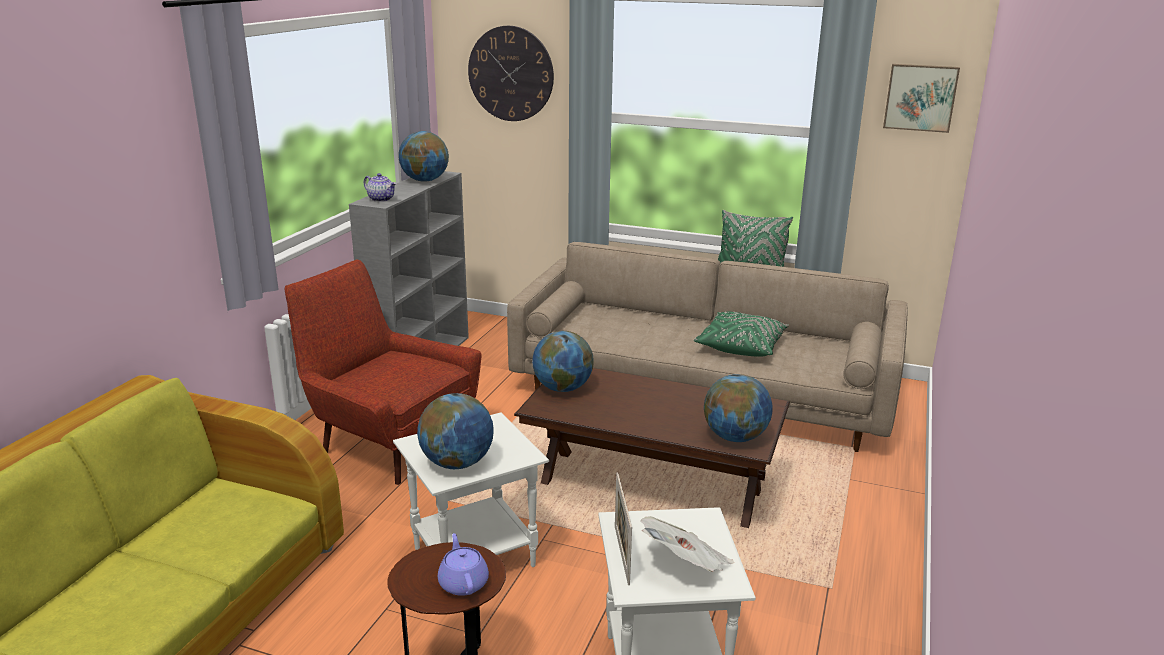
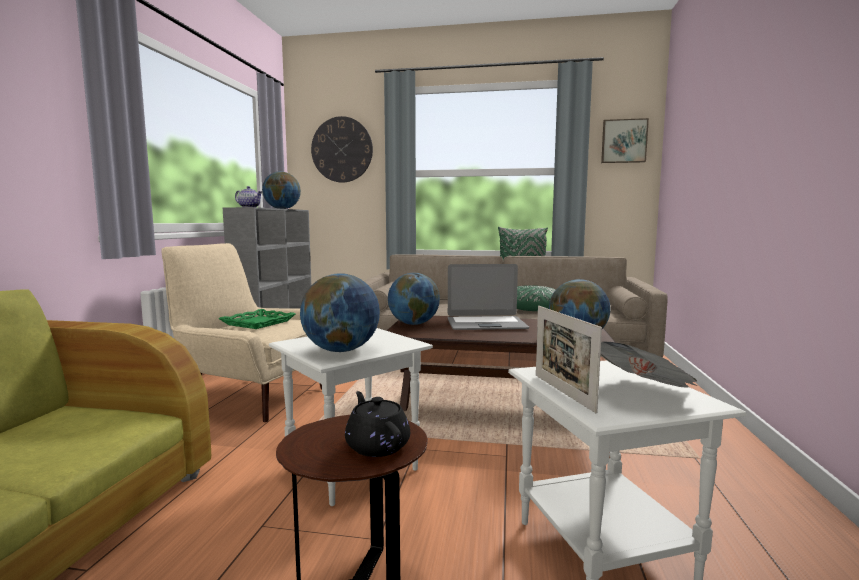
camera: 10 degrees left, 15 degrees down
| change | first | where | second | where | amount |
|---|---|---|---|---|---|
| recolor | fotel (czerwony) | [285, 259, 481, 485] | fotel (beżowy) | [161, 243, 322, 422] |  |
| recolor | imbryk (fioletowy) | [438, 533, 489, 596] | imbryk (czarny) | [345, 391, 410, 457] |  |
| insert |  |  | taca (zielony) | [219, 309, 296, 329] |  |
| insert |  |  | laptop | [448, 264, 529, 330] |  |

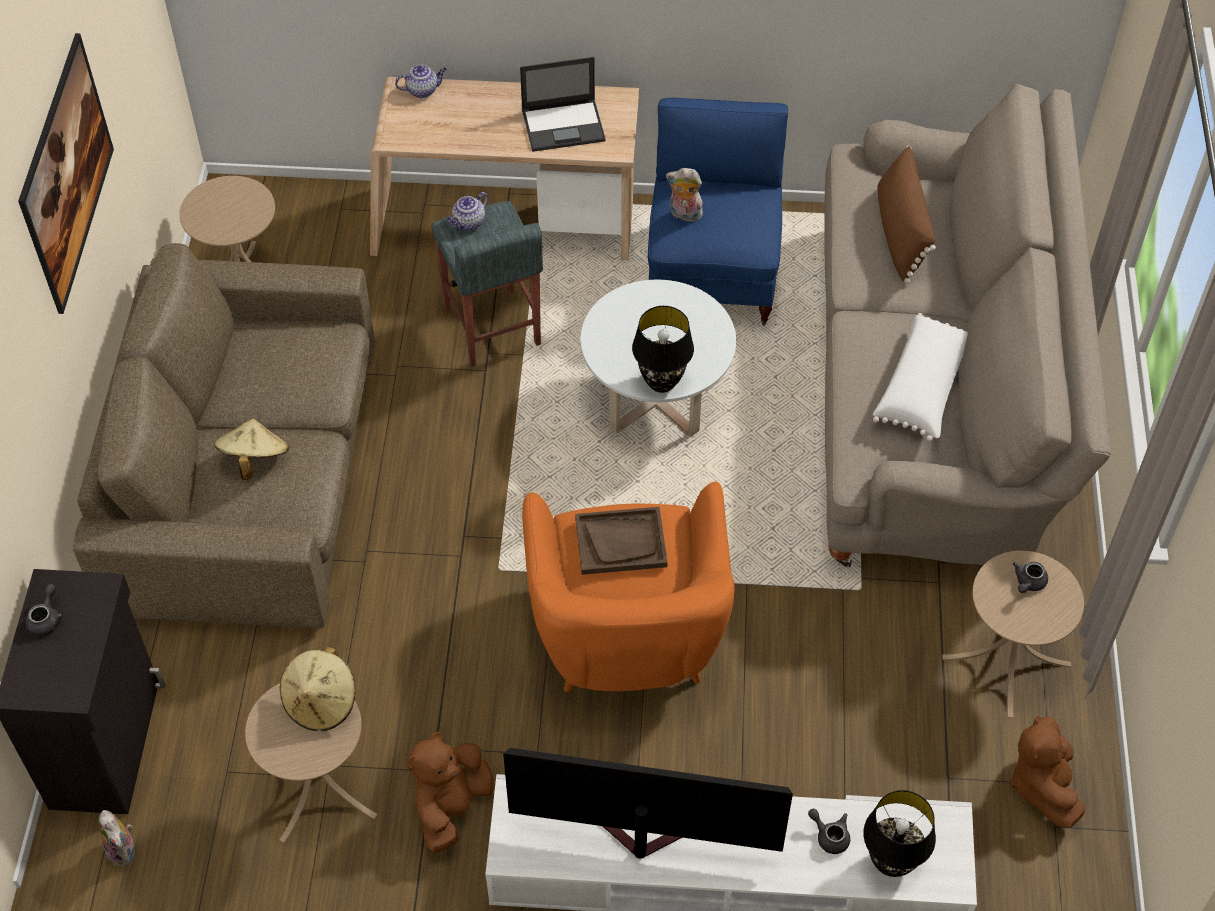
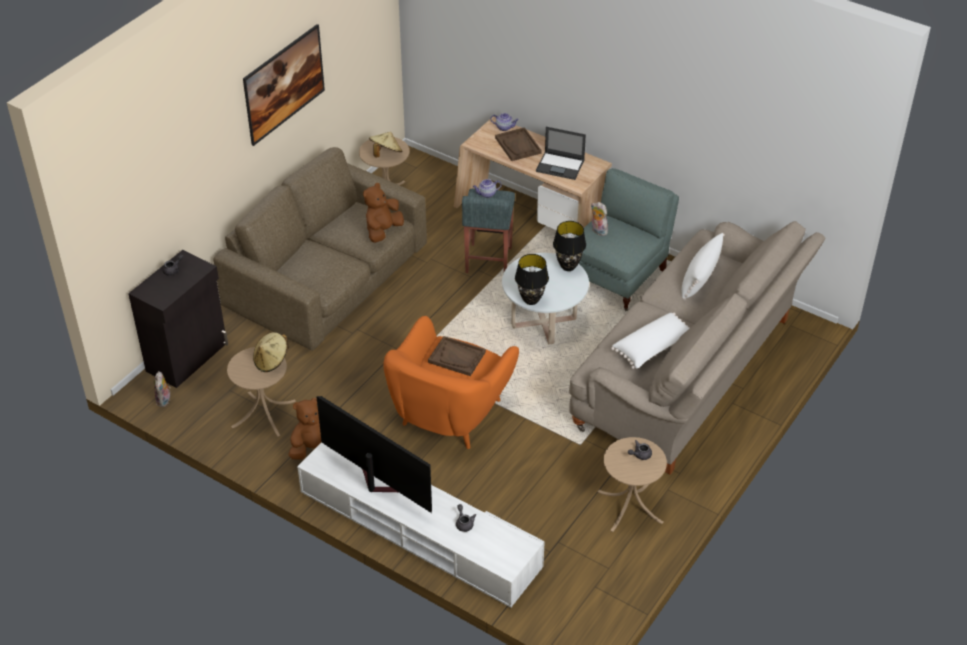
camera: 30 degrees right, 10 degrees down
| change | first | where | second | where | amount |
|---|---|---|---|---|---|
| move | kapelusz (beżowy) | [214, 418, 289, 480] |  | [369, 132, 402, 157] |  |
| recolor | fotel (niebieski) | [648, 98, 788, 326] | fotel (szary) | [574, 168, 679, 311] |  |
| move | lampa stołowa (czarny) | [863, 790, 936, 877] |  | [553, 221, 586, 271] |  |
| recolor | poduszka (brązowy) | [877, 145, 936, 284] | poduszka (biały) | [682, 233, 725, 301] |  |
| move | pluszak (brązowy) | [1010, 715, 1085, 828] |  | [363, 183, 404, 243] |  |
| insert |  |  | taca (brązowy) | [495, 127, 542, 161] |  |

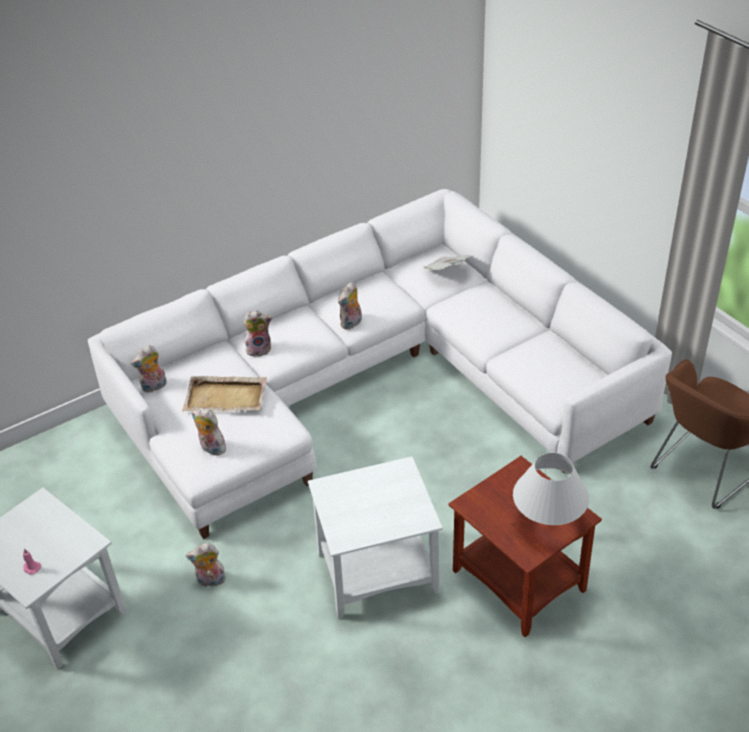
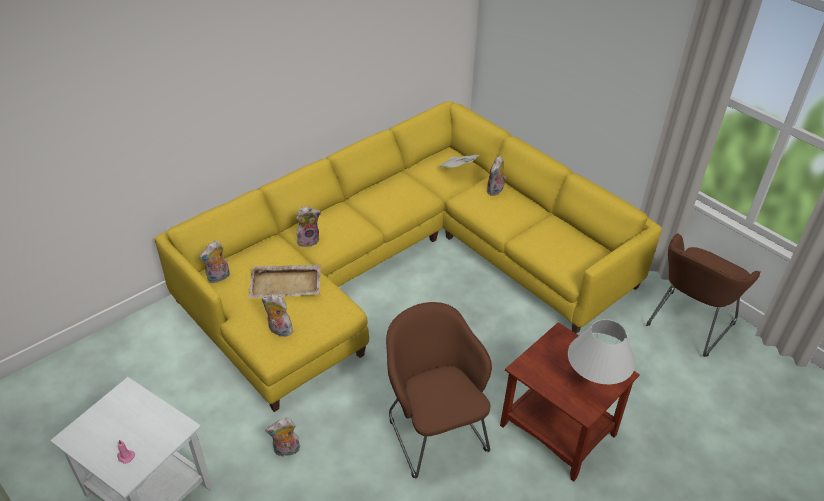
camera: 10 degrees left, 0 degrees up
| change | first | where | second | where | amount |
|---|---|---|---|---|---|
| recolor | kanapa (biały) | [88, 189, 672, 539] | kanapa (żółty) | [155, 101, 662, 412] |  |
| replace | stolik (biały) | [308, 456, 443, 619] | fotel (brązowy) | [386, 302, 492, 479] |  |
| move | pluszak | [338, 282, 362, 330] |  | [486, 156, 506, 196] |  |

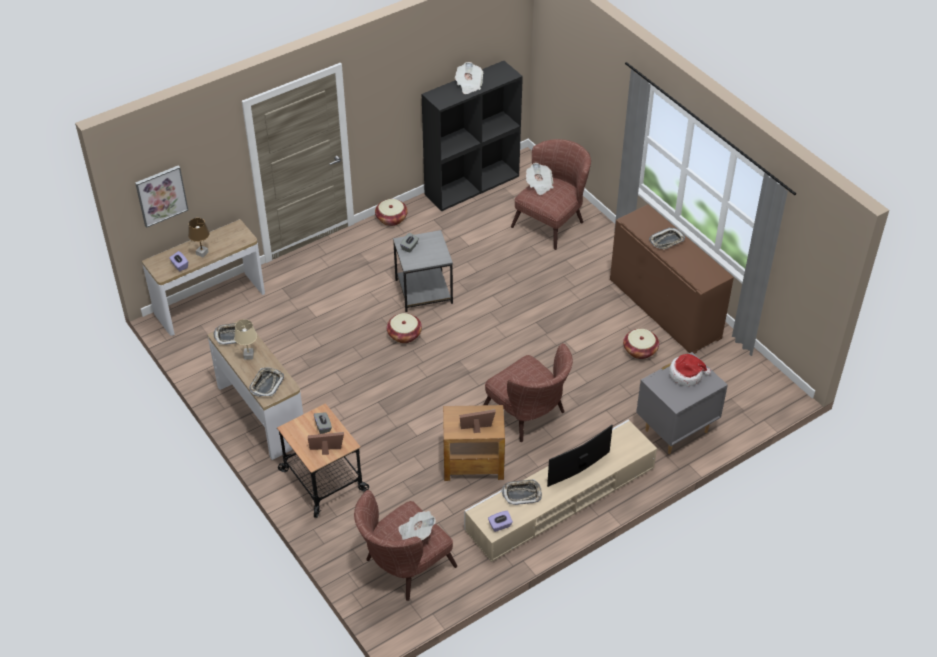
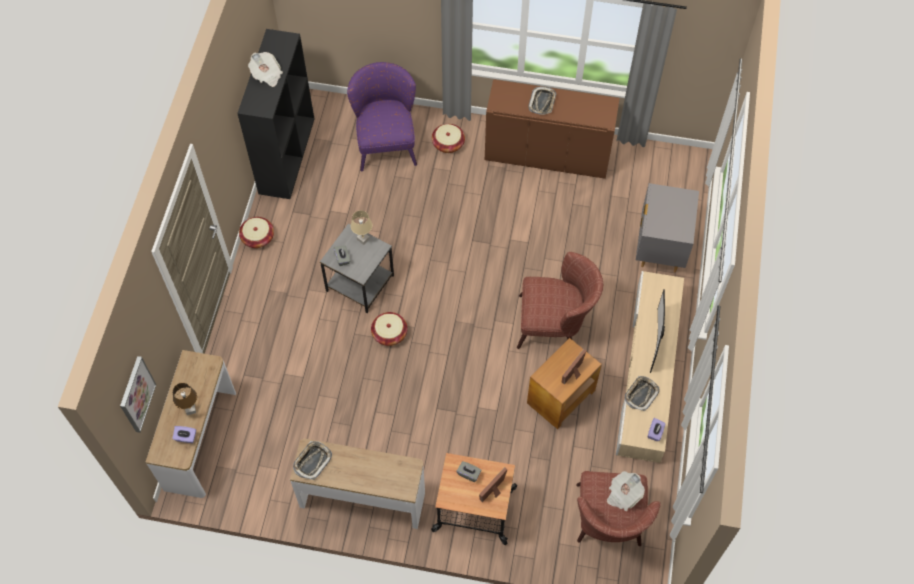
camera: 45 degrees left, 15 degrees up
| change | first | where | second | where | amount |
|---|---|---|---|---|---|
| move | lampa stołowa (beżowy) | [234, 319, 257, 360] |  | [351, 210, 372, 245] |  |
| delete | taca | [249, 367, 284, 397] |  |  |  |
| recolor | fotel (brązowy) | [511, 139, 591, 250] | fotel (fioletowy) | [347, 62, 417, 171] |  |
| delete | gazeta | [526, 163, 553, 195] |  |  |  |
| move | koszyk | [623, 329, 659, 359] |  | [432, 124, 465, 153] |  |
| delete | kapelusz | [669, 354, 711, 386] |  |  |  |

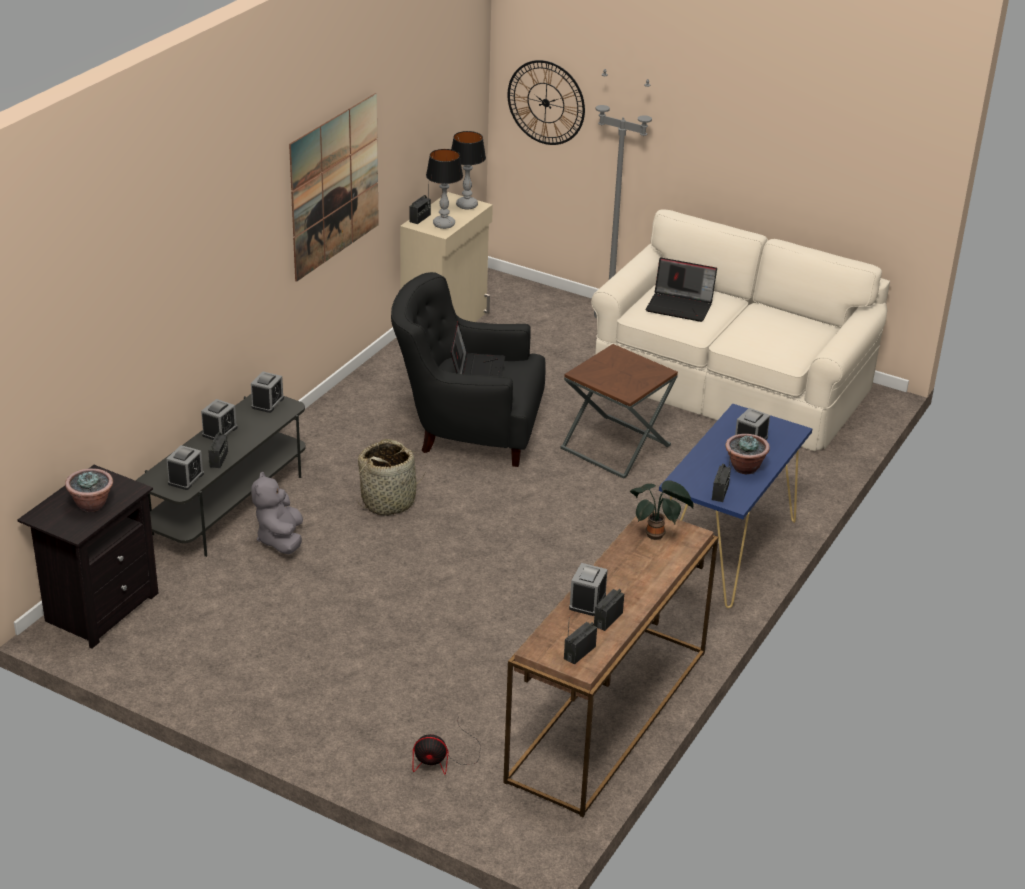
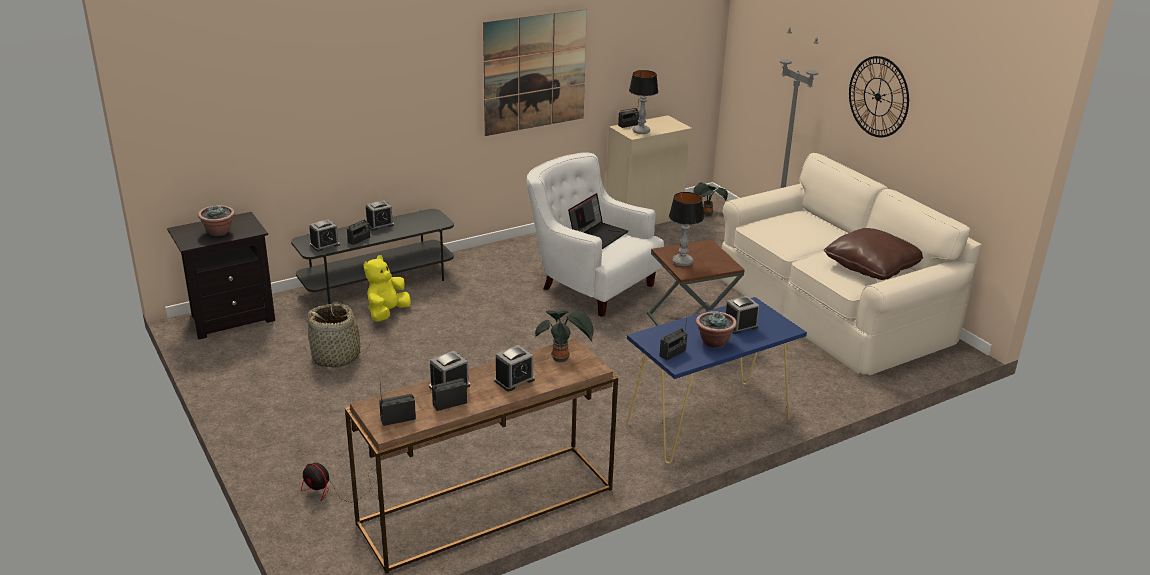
camera: 30 degrees right, 5 degrees down
| change | first | where | second | where | amount |
|---|---|---|---|---|---|
| move | budzik | [251, 371, 284, 413] |  | [494, 345, 535, 391] |  |
| recolor | pluszak (szary) | [251, 472, 303, 554] | pluszak (żółty) | [364, 255, 411, 322] |  |
| move | koszyk | [357, 439, 426, 516] |  | [305, 302, 371, 367] |  |
| recolor | fotel (czarny) | [391, 272, 546, 467] | fotel (biały) | [526, 152, 664, 317] |  |
| move | lampa stołowa | [451, 131, 486, 209] |  | [669, 192, 704, 266] |  |
| move | zegar ścienny | [508, 60, 585, 145] |  | [849, 56, 909, 137] |  |
| delete | laptop | [646, 257, 717, 322] |  |  |  |
| insert |  |  | roślina doniczkowa | [693, 182, 728, 216] |  |
| insert |  |  | poduszka (brązowy) | [824, 228, 923, 280] |  |

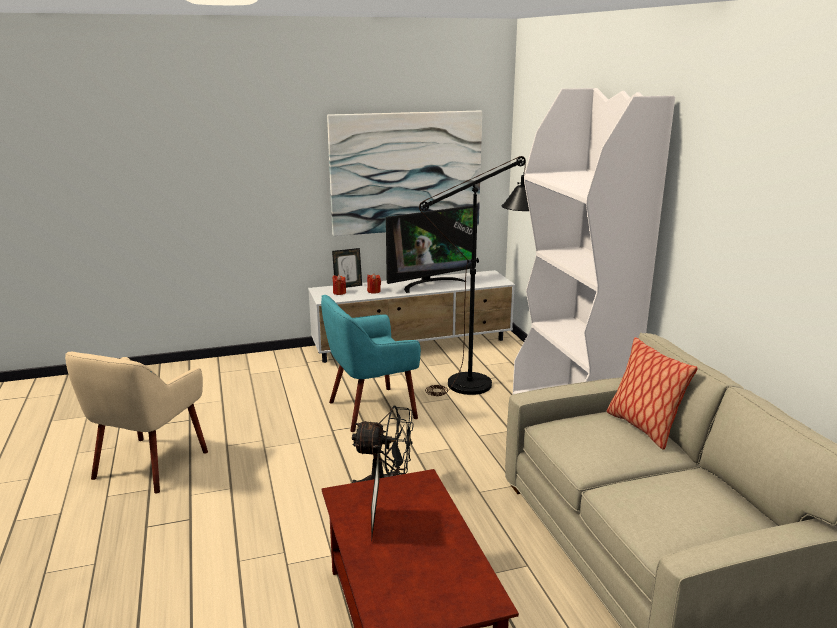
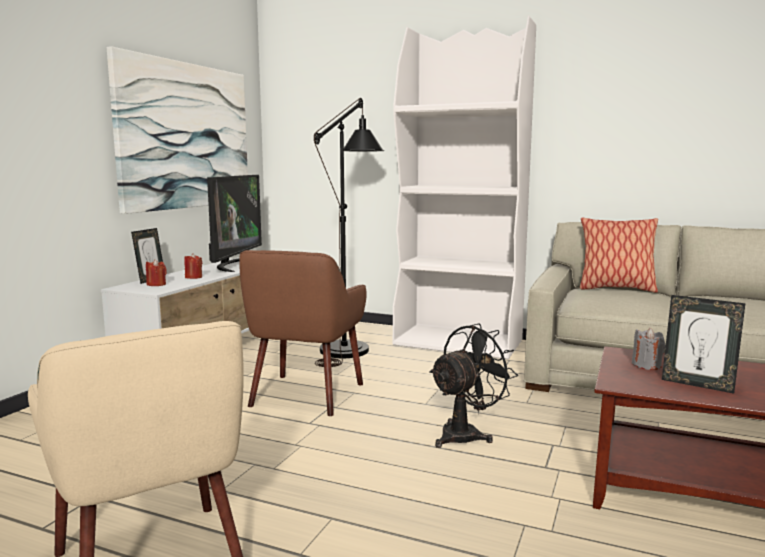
camera: 50 degrees left, 10 degrees down
| change | first | where | second | where | amount |
|---|---|---|---|---|---|
| recolor | fotel (turkusowy) | [321, 295, 421, 432] | fotel (brązowy) | [239, 250, 367, 416] |  |
| insert |  |  | świeca (szary) | [632, 328, 665, 370] |  |

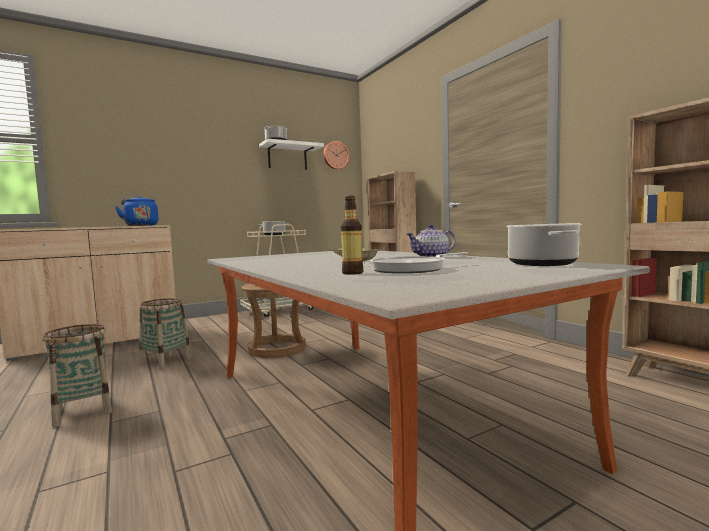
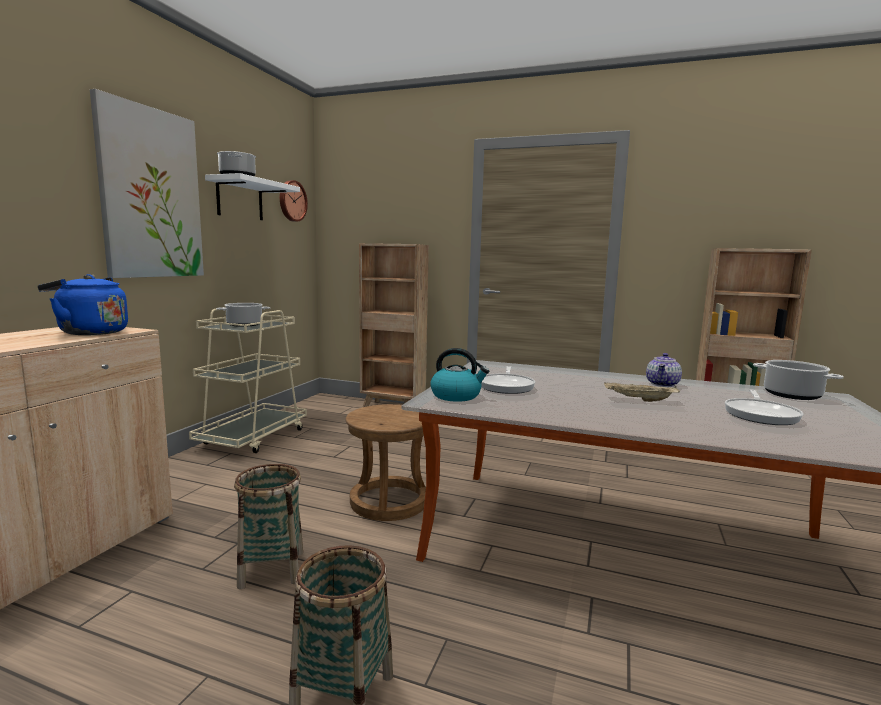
camera: 40 degrees left, 5 degrees up
| change | first | where | second | where | amount |
|---|---|---|---|---|---|
| delete | butelka | [341, 196, 364, 275] |  |  |  |
| insert |  |  | obraz | [90, 89, 204, 278] |  |
| insert |  |  | czajnik | [430, 348, 489, 402] |  |
| insert |  |  | patelnia | [481, 366, 535, 394] |  |

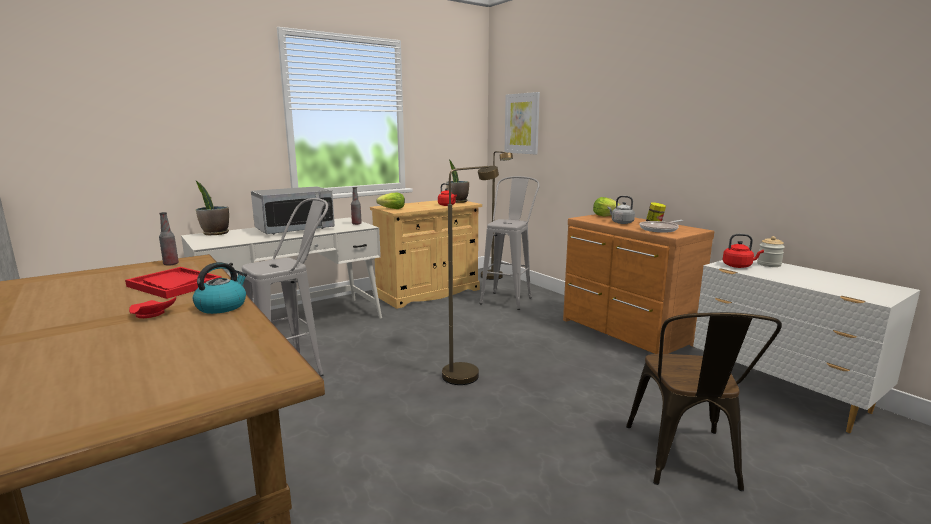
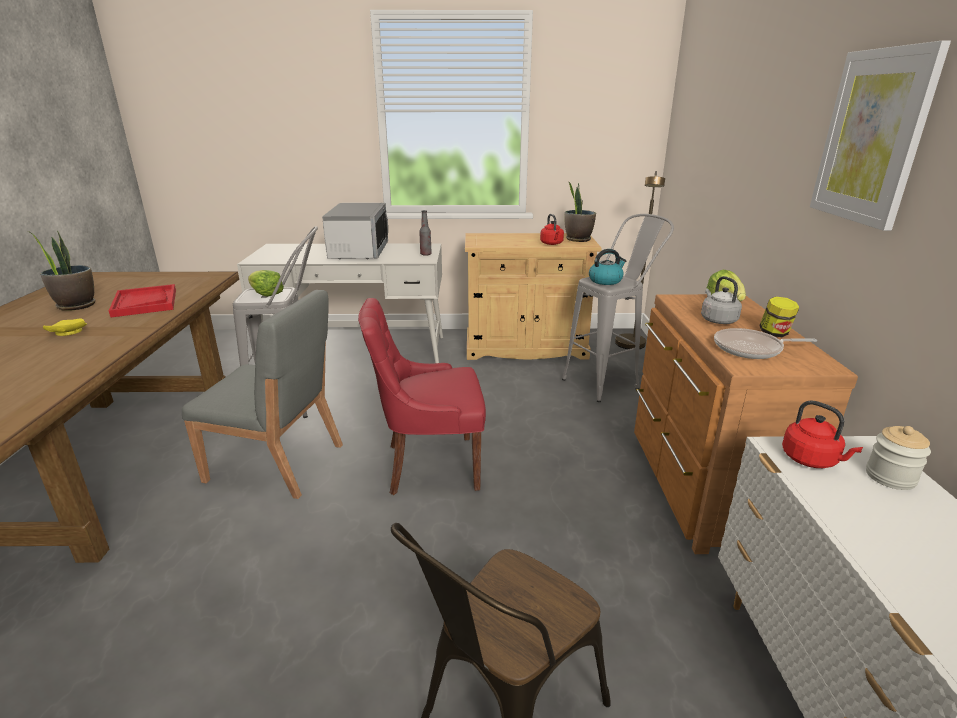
camera: 35 degrees right, 10 degrees up
| change | first | where | second | where | amount |
|---|---|---|---|---|---|
| recolor | talerz (czerwony) | [129, 296, 176, 318] | talerz (żółty) | [43, 319, 87, 336] |  |
| delete | butelka | [159, 212, 179, 266] |  |  |  |
| move | czajnik | [193, 262, 247, 314] |  | [589, 249, 627, 285] |  |
| move | roślina doniczkowa | [196, 181, 229, 235] |  | [28, 230, 96, 311] |  |
| rotate | mikrofalówka | [251, 186, 335, 234] |  | [322, 203, 388, 259] | 90 degrees counterclockwise |
| move | sałata | [376, 193, 405, 209] |  | [248, 270, 284, 297] |  |
| replace | lampa stojąca (brązowy) | [442, 166, 499, 385] | krzesło (czerwony) | [358, 298, 486, 495] |  |
| move | obraz | [504, 92, 540, 154] |  | [810, 41, 951, 231] |  |
| insert |  |  | krzesło (szary) | [182, 290, 343, 499] |  |

